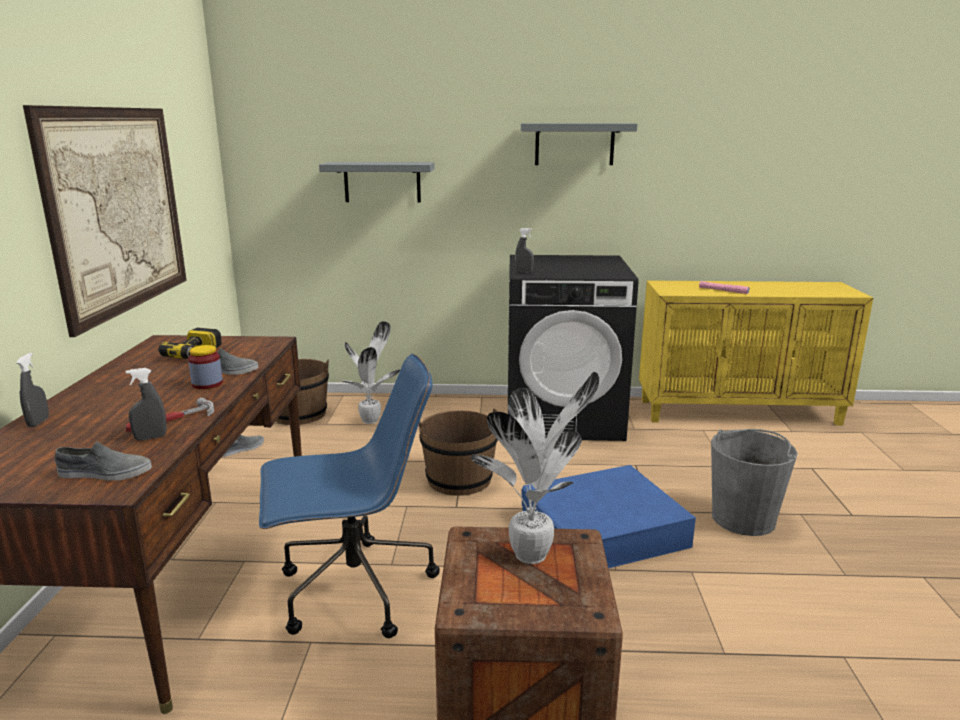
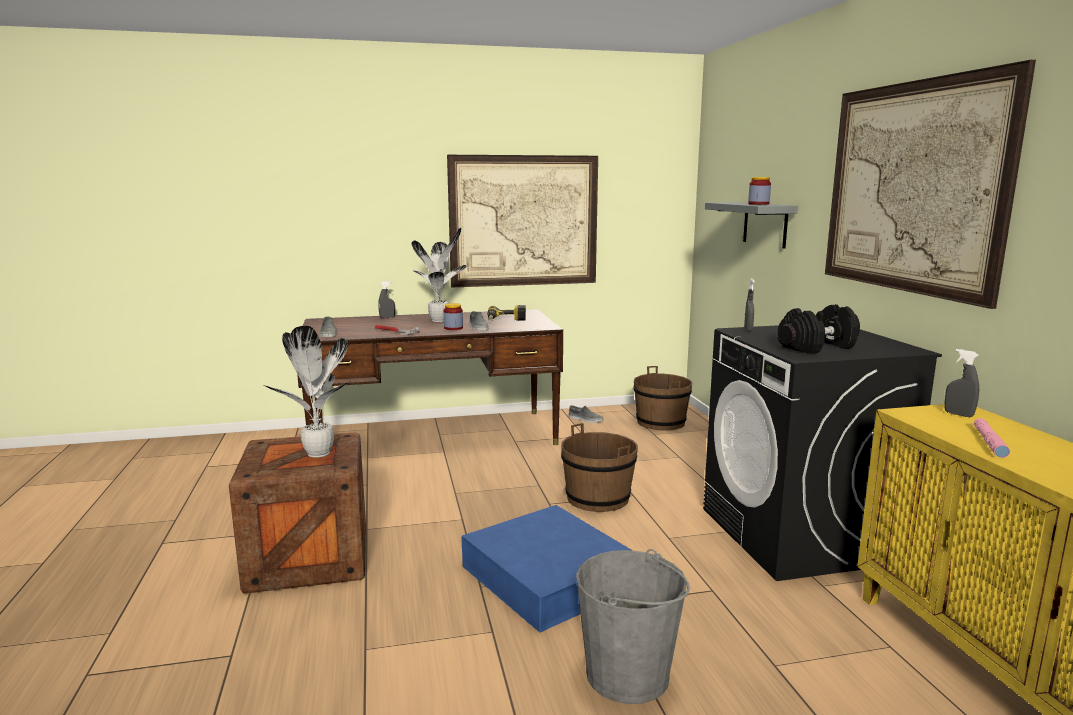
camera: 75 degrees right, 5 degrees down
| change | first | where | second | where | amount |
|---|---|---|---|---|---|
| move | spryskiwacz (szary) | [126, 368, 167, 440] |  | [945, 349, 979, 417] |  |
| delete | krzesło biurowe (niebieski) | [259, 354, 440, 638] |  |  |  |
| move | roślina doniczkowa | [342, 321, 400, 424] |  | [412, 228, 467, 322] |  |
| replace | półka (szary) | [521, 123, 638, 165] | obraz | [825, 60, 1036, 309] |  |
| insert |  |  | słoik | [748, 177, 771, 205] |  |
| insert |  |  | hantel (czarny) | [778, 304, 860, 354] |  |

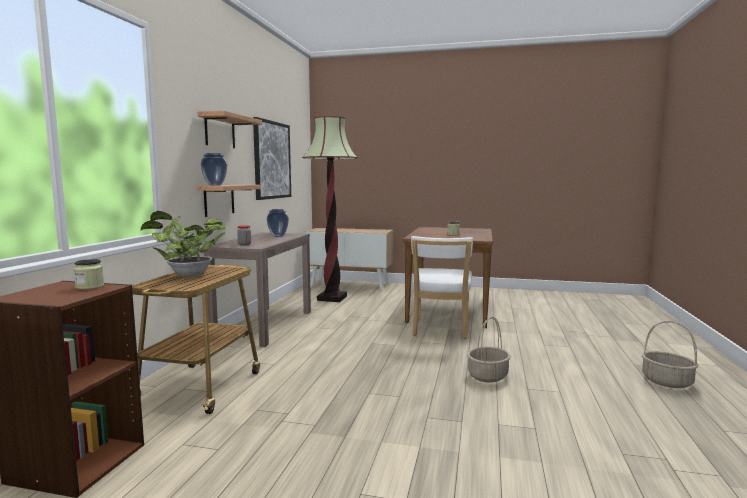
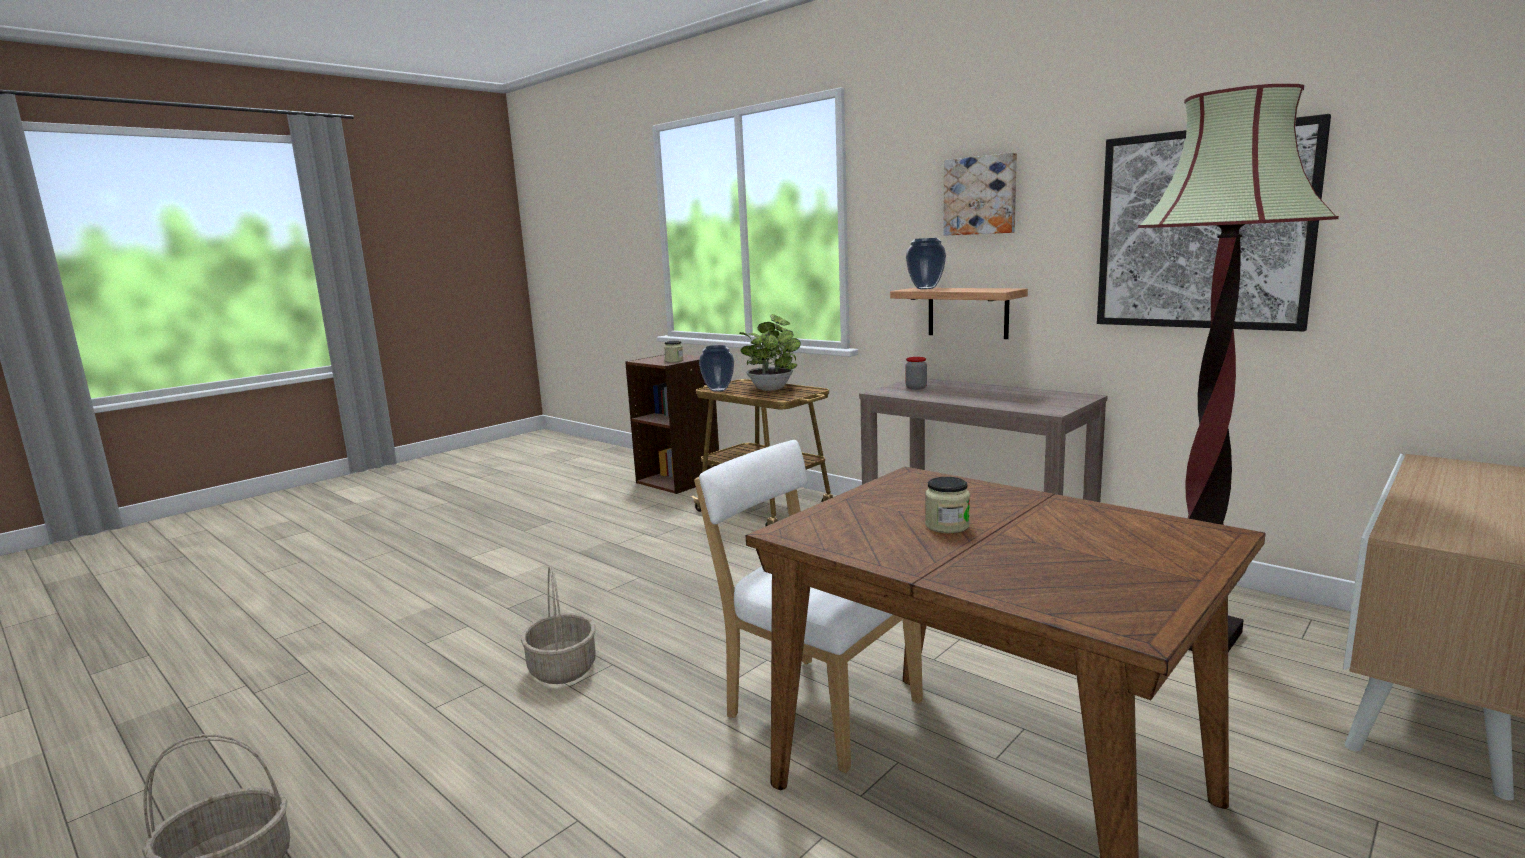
camera: 120 degrees right, 5 degrees up
| change | first | where | second | where | amount |
|---|---|---|---|---|---|
| replace | półka | [197, 111, 262, 148] | obraz | [943, 153, 1017, 236] |  |
| move | wazon | [267, 209, 289, 237] |  | [699, 345, 734, 392] |  |

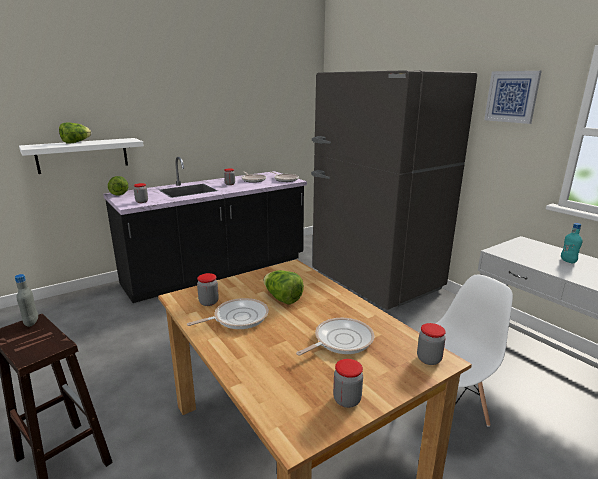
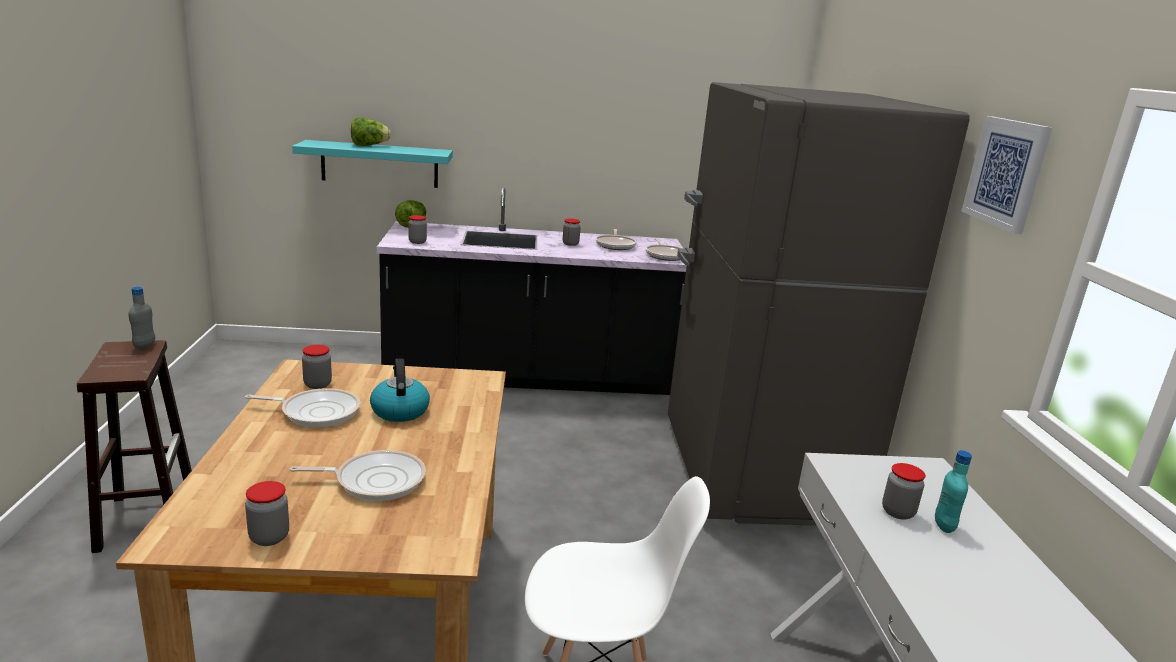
camera: 30 degrees right, 0 degrees up
| change | first | where | second | where | amount |
|---|---|---|---|---|---|
| recolor | półka (biały) | [19, 138, 144, 174] | półka (turkusowy) | [292, 140, 453, 188] |  |
| replace | sałata | [264, 270, 304, 305] | czajnik | [370, 359, 430, 422] |  |
| move | słoik | [417, 323, 446, 365] |  | [882, 463, 926, 520] |  |

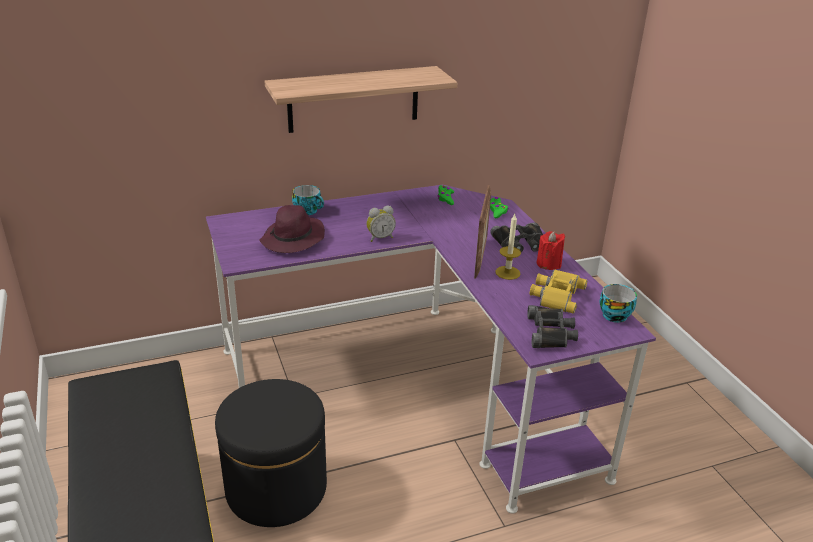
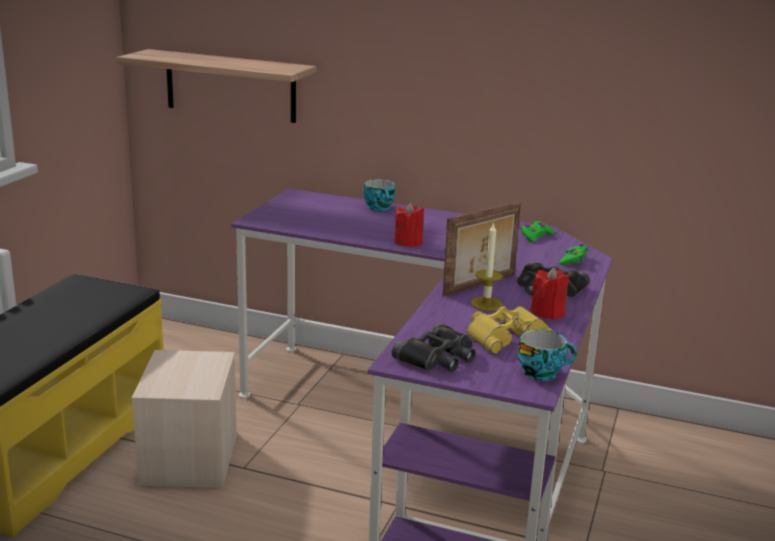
camera: 40 degrees right, 10 degrees down
| change | first | where | second | where | amount |
|---|---|---|---|---|---|
| replace | pufa (czarny) | [215, 379, 327, 527] | pojemnik do przechowywania (beżowy) | [132, 350, 237, 488] |  |
| delete | kapelusz (fioletowy) | [259, 205, 325, 253] |  |  |  |
| move | półka | [265, 66, 457, 133] |  | [116, 49, 316, 123] |  |
| replace | budzik | [366, 206, 396, 242] | świeca (czerwony) | [395, 203, 424, 247] |  |

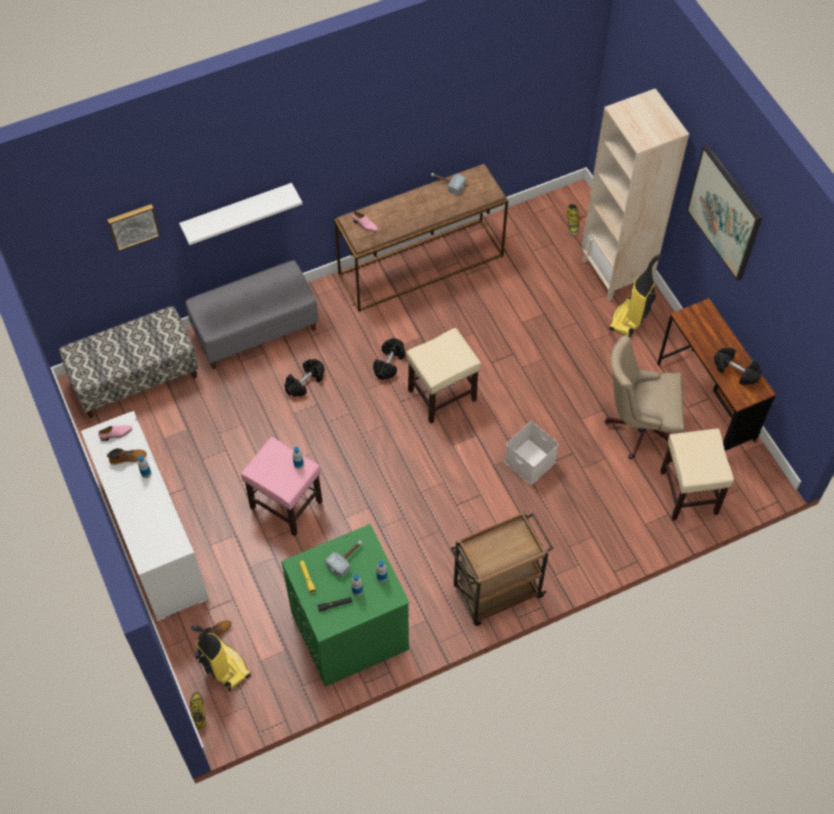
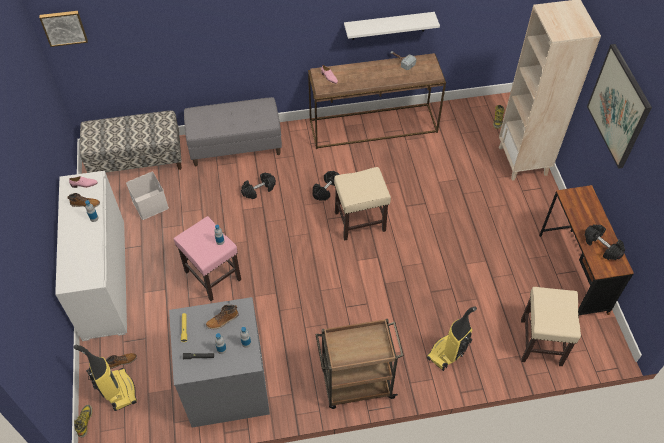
camera: 15 degrees right, 5 degrees down
| change | first | where | second | where | amount |
|---|---|---|---|---|---|
| move | obraz | [107, 204, 160, 251] |  | [39, 11, 88, 47] |  |
| move | półka (biały) | [179, 183, 302, 245] |  | [344, 12, 440, 40] |  |
| recolor | pralka (zielony) | [281, 524, 410, 687] | pralka (szary) | [169, 297, 270, 428] |  |
| replace | młotek | [325, 541, 362, 577] | but z cholewką | [206, 305, 238, 329] |  |
| move | pojemnik do przechowywania (biały) | [504, 421, 559, 485] |  | [126, 172, 169, 220] |  |
| delete | krzesło biurowe (beżowy) | [604, 335, 684, 459] |  |  |  |
| move | odkurzacz | [609, 254, 662, 338] |  | [427, 307, 477, 371] |  |

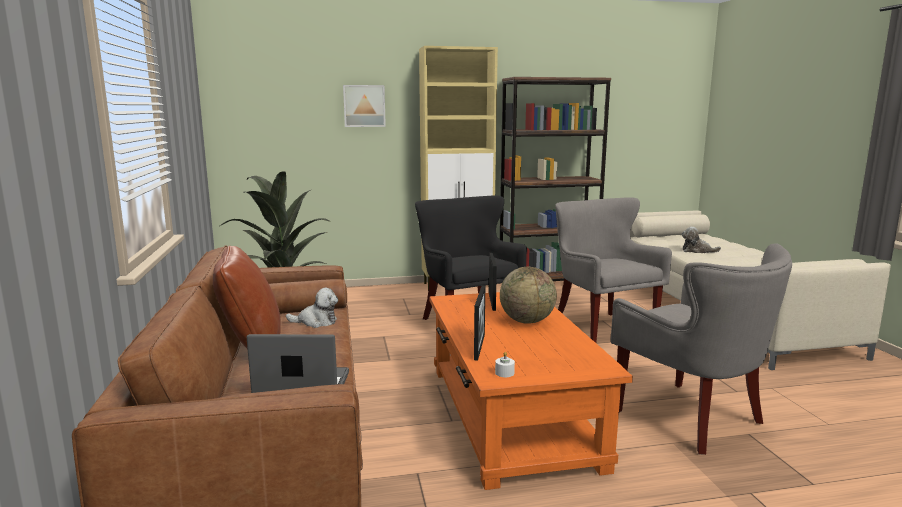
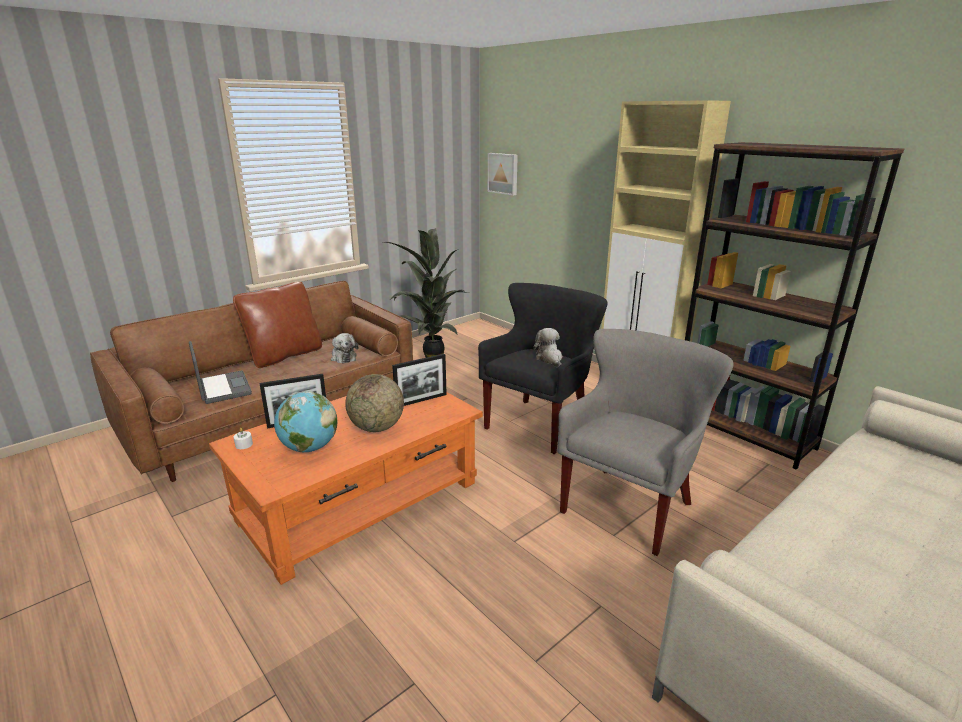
camera: 60 degrees right, 10 degrees up
| change | first | where | second | where | amount |
|---|---|---|---|---|---|
| move | obraz | [343, 85, 386, 127] |  | [488, 153, 518, 195] |  |
| delete | fotel (szary) | [611, 243, 792, 455] |  |  |  |
| move | pluszak | [682, 227, 721, 253] |  | [533, 328, 562, 368] |  |
| insert |  |  | globus | [274, 391, 337, 452] |  |

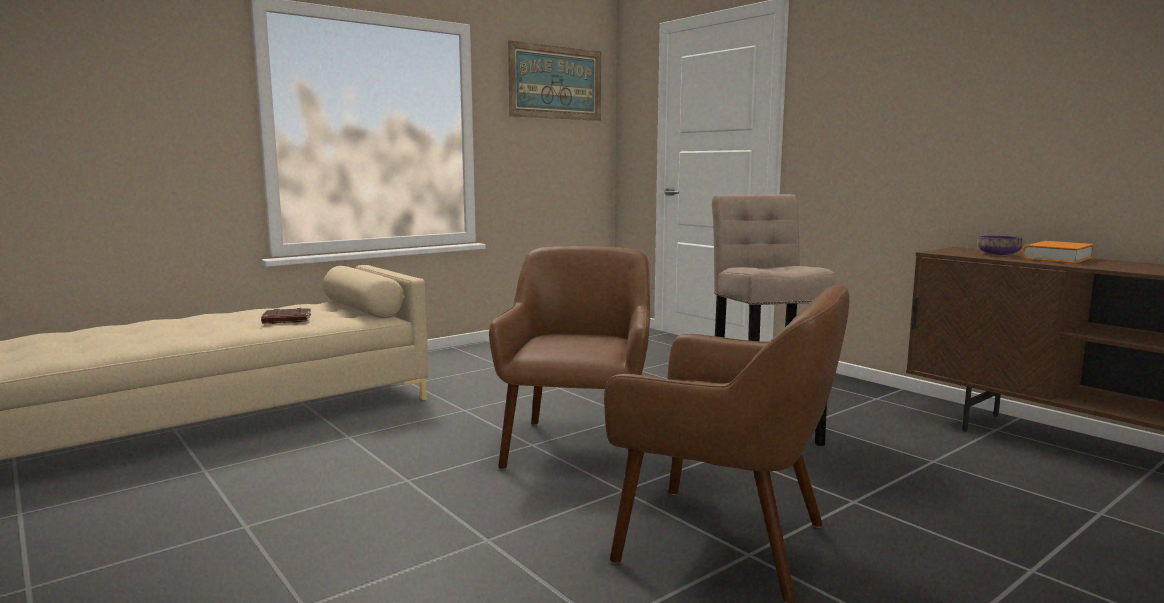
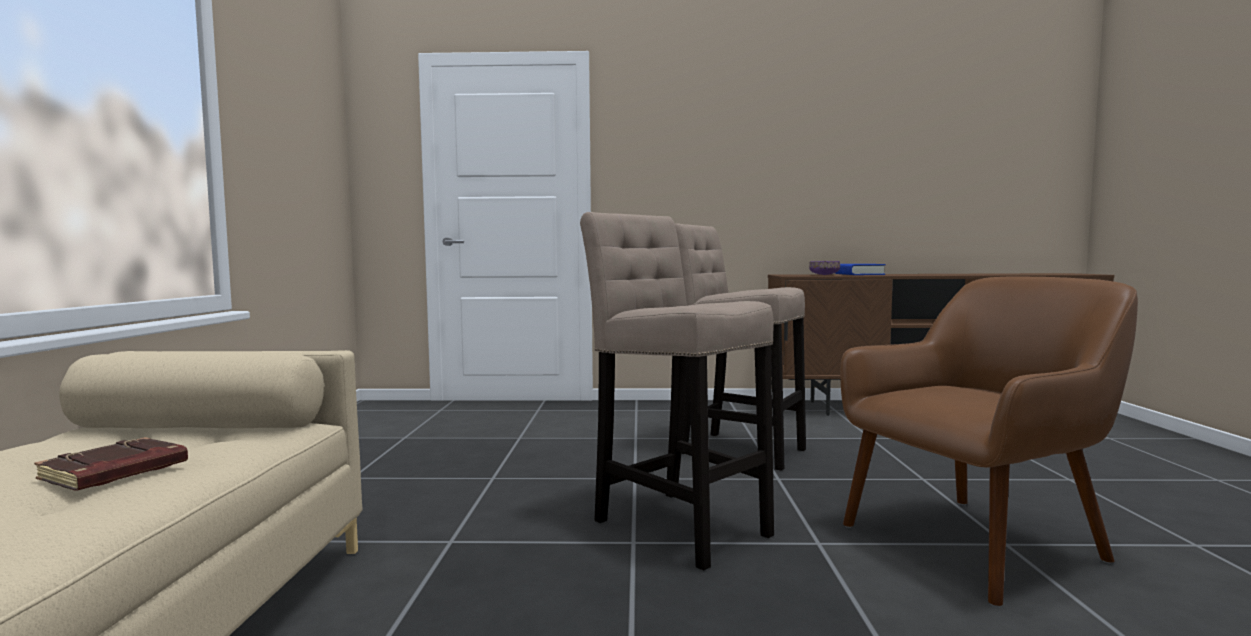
camera: 50 degrees left, 5 degrees down
| change | first | where | second | where | amount |
|---|---|---|---|---|---|
| replace | fotel (brązowy) | [489, 246, 650, 470] | stołek (beżowy) | [580, 212, 774, 570] |  |
| delete | obraz | [508, 40, 601, 121] |  |  |  |
| recolor | książka (pomarańczowy) | [1022, 241, 1094, 263] | książka (niebieski) | [836, 264, 886, 275] |  |

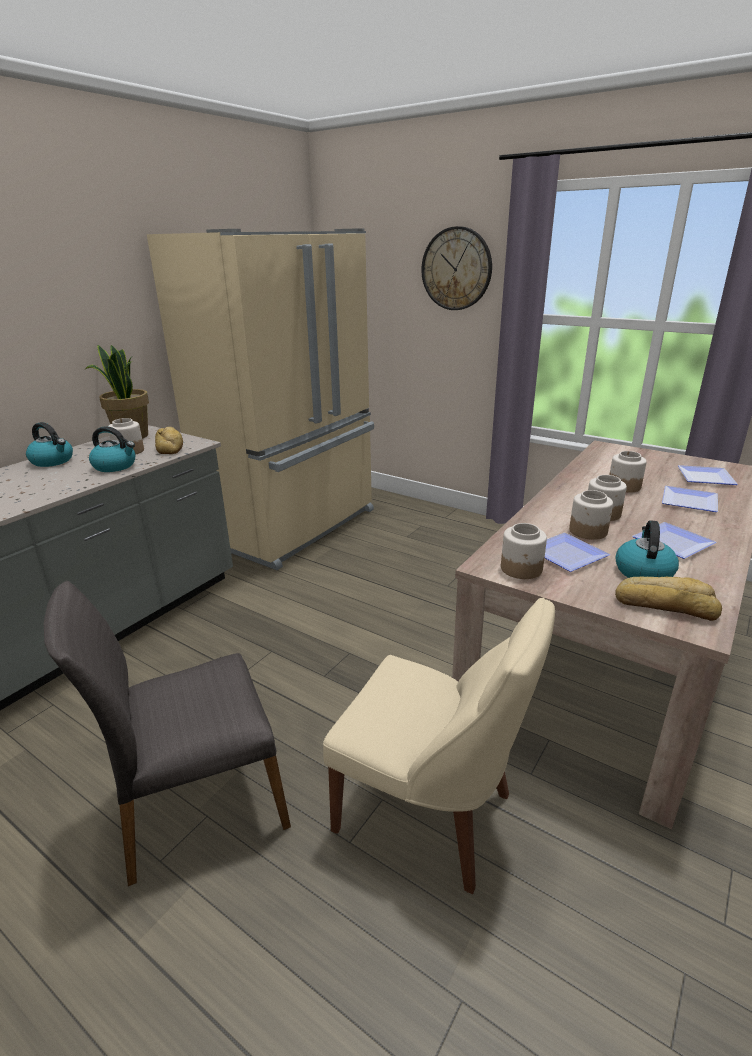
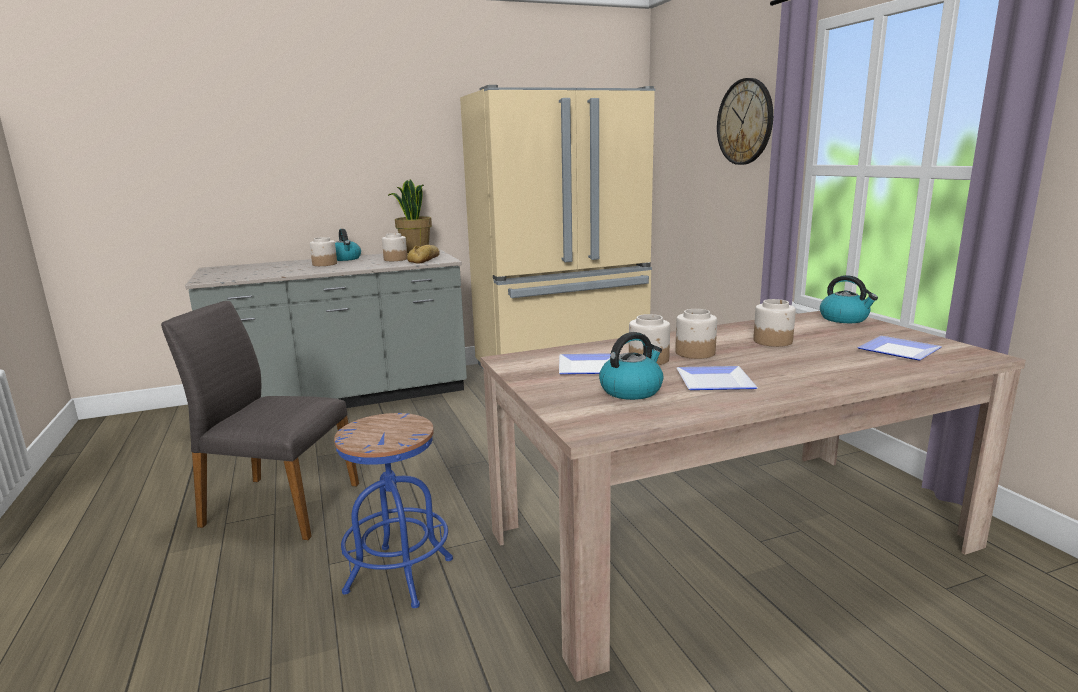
camera: 35 degrees right, 10 degrees down
| change | first | where | second | where | amount |
|---|---|---|---|---|---|
| move | czajnik | [89, 426, 135, 472] |  | [820, 275, 878, 323] |  |
| replace | krzesło (beżowy) | [323, 598, 555, 894] | stołek (niebieski) | [334, 413, 453, 608] |  |
| move | słoik | [501, 523, 547, 579] |  | [310, 237, 337, 266] |  |
| delete | chleb | [615, 577, 722, 621] |  |  |  |
| delete | talerz | [662, 486, 718, 512] |  |  |  |

